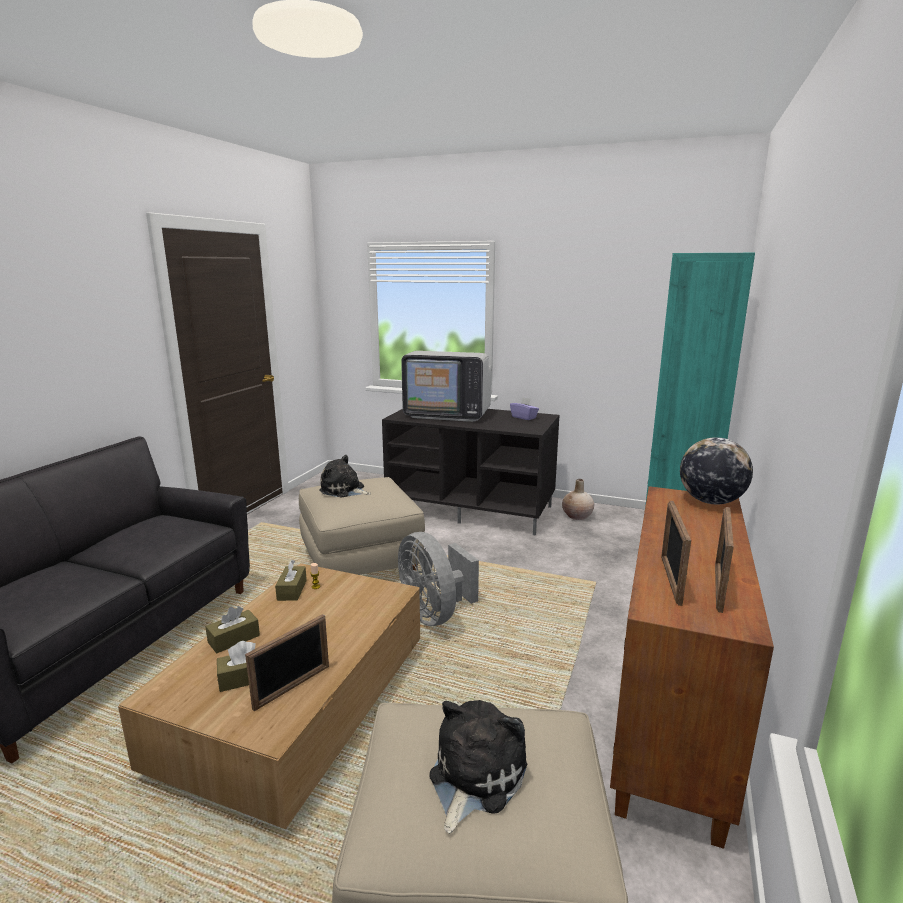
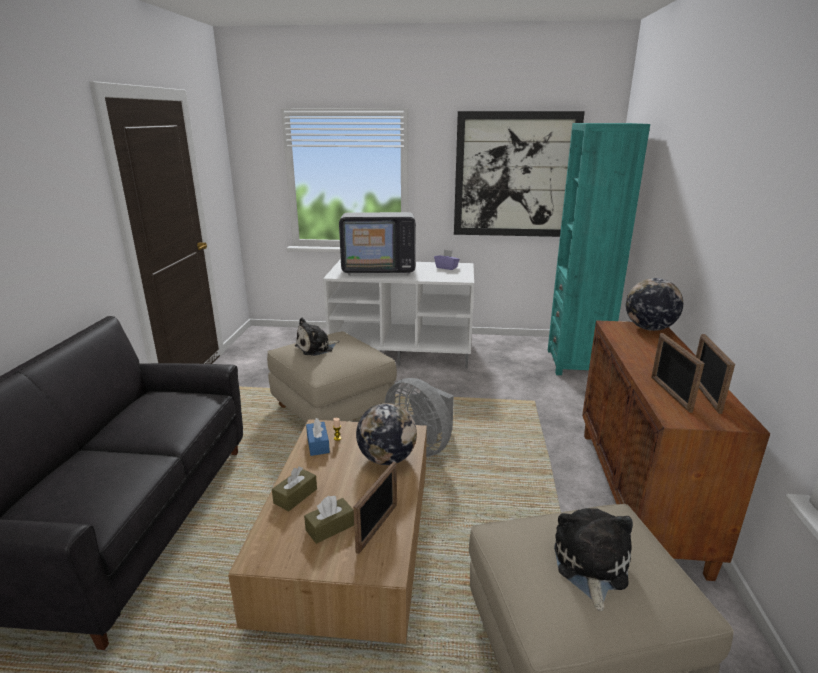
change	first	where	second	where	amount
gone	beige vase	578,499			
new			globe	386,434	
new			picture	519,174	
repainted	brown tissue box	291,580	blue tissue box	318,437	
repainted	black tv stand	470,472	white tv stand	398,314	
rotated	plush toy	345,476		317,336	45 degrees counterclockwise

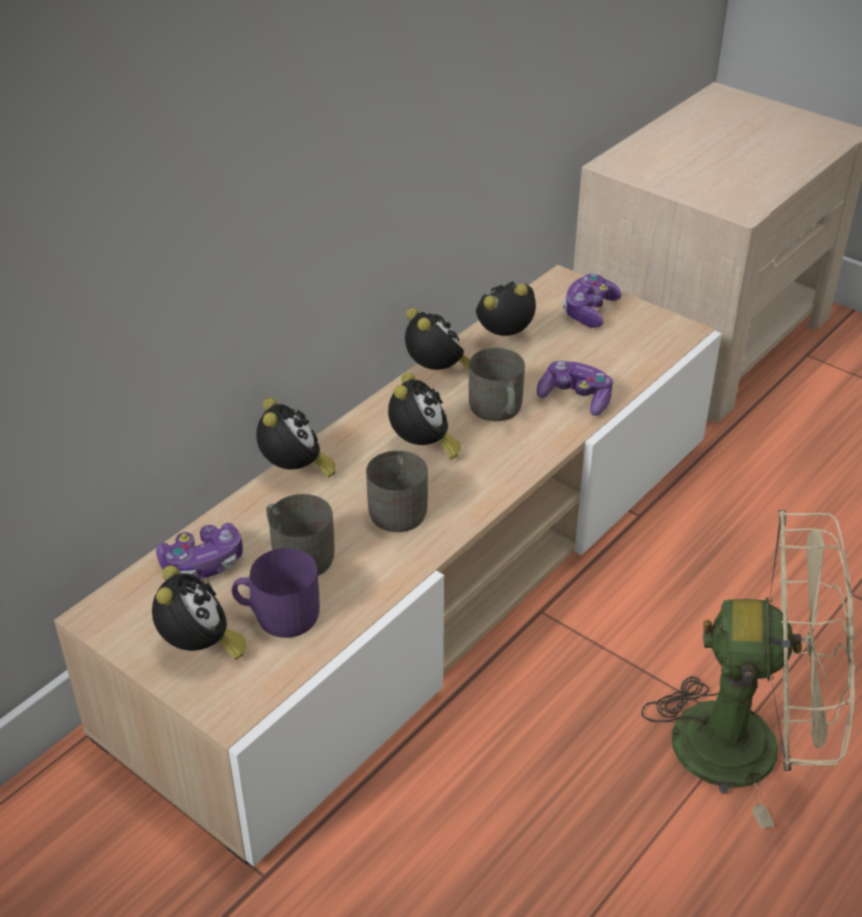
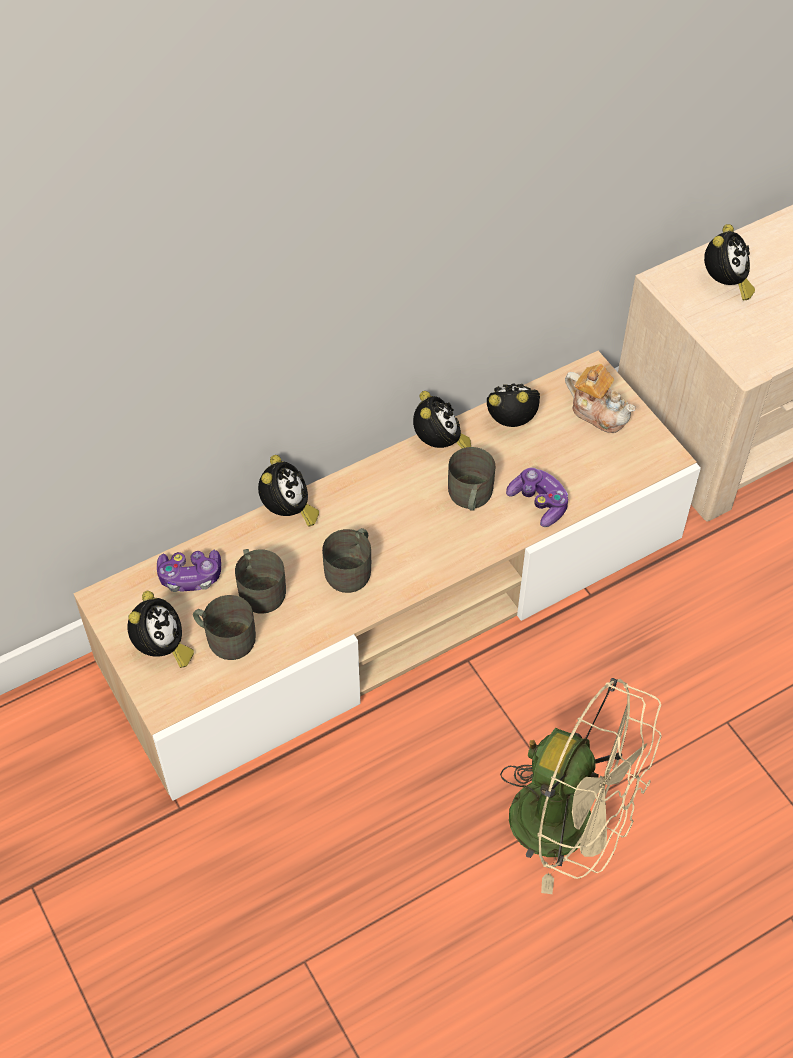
change	first	where	second	where	amount
shifted	alarm clock	424,415		729,262	
swapped	game controller	592,301	teapot	600,398	
repainted	purple mug	276,593	grey mug	224,627	

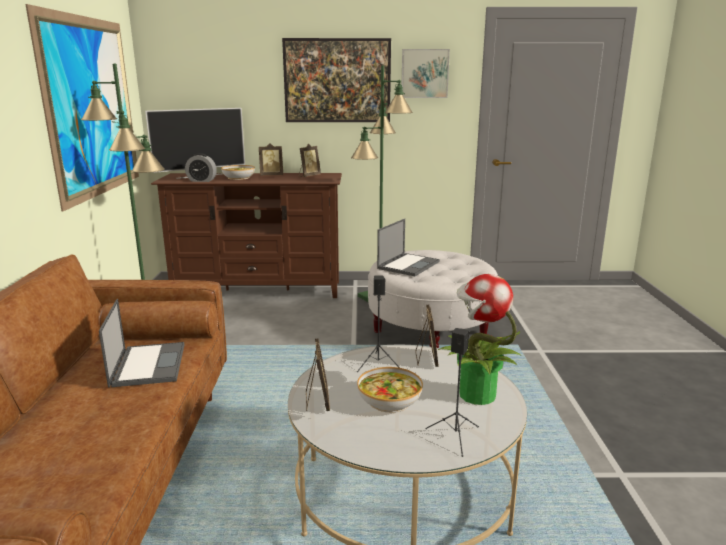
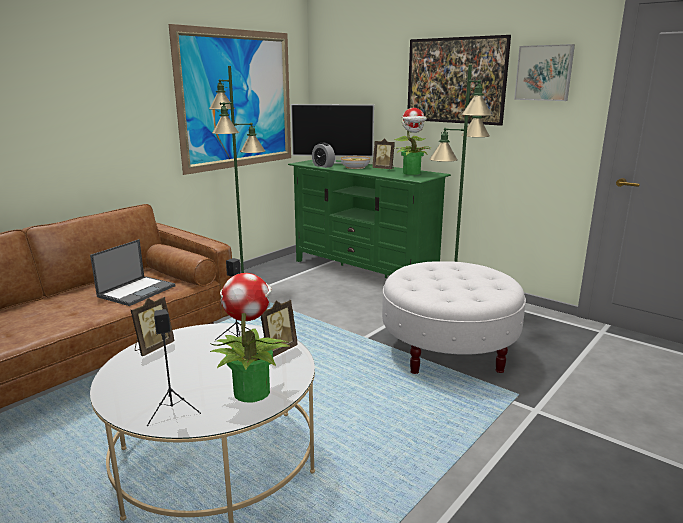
change	first	where	second	where	amount
gone	bowl	390,390			
gone	laptop	408,247			
swapped	picture frame	310,160	potted plant	412,141	
repainted	brown tv stand	246,235	green tv stand	369,219	

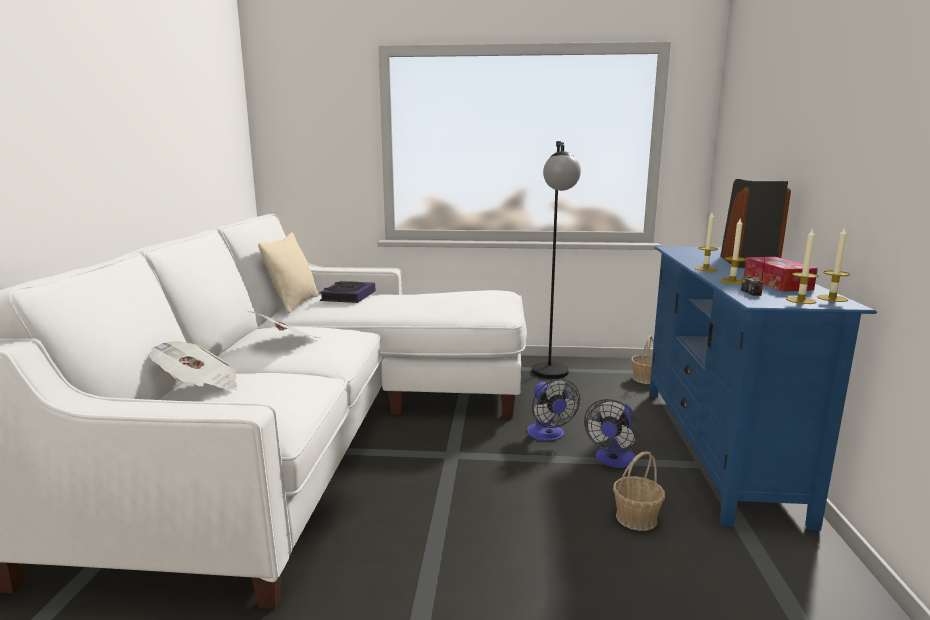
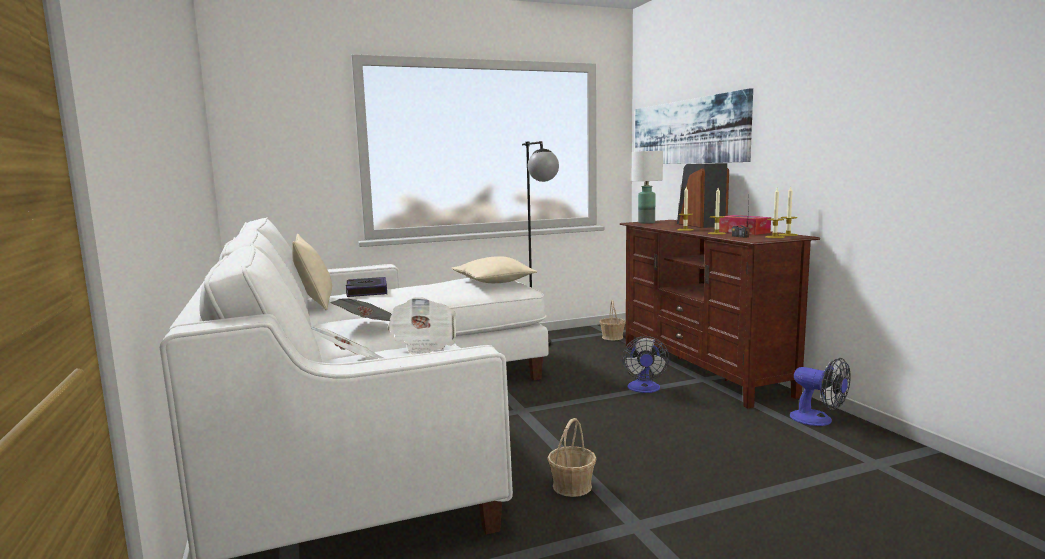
change	first	where	second	where	amount
new			newspaper	422,326	
new			beige pillow	494,269	
new			white table lamp	647,187	
new			picture	694,126	
shifted	fan	553,410		820,392	
shifted	basket	639,491		572,457	
repainted	blue tv stand	763,389	brown tv stand	720,314	

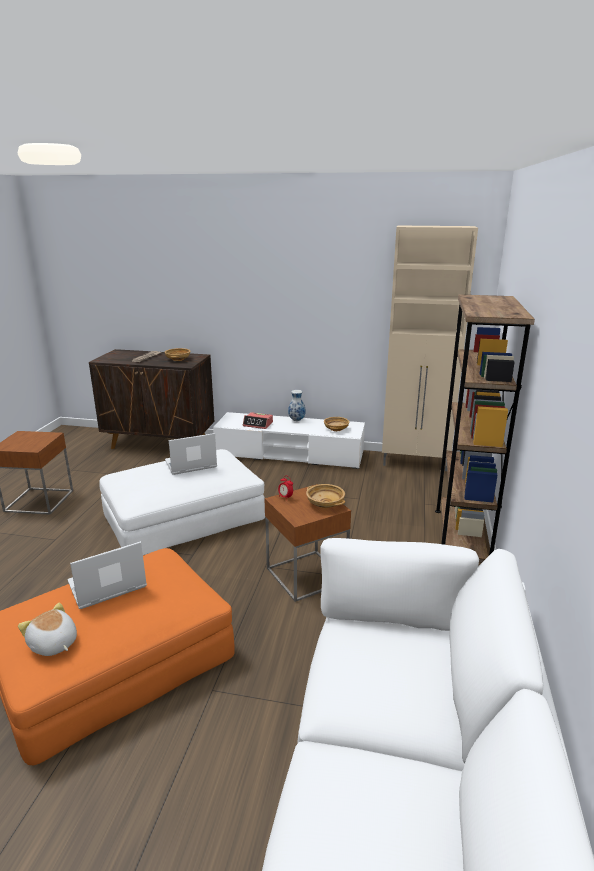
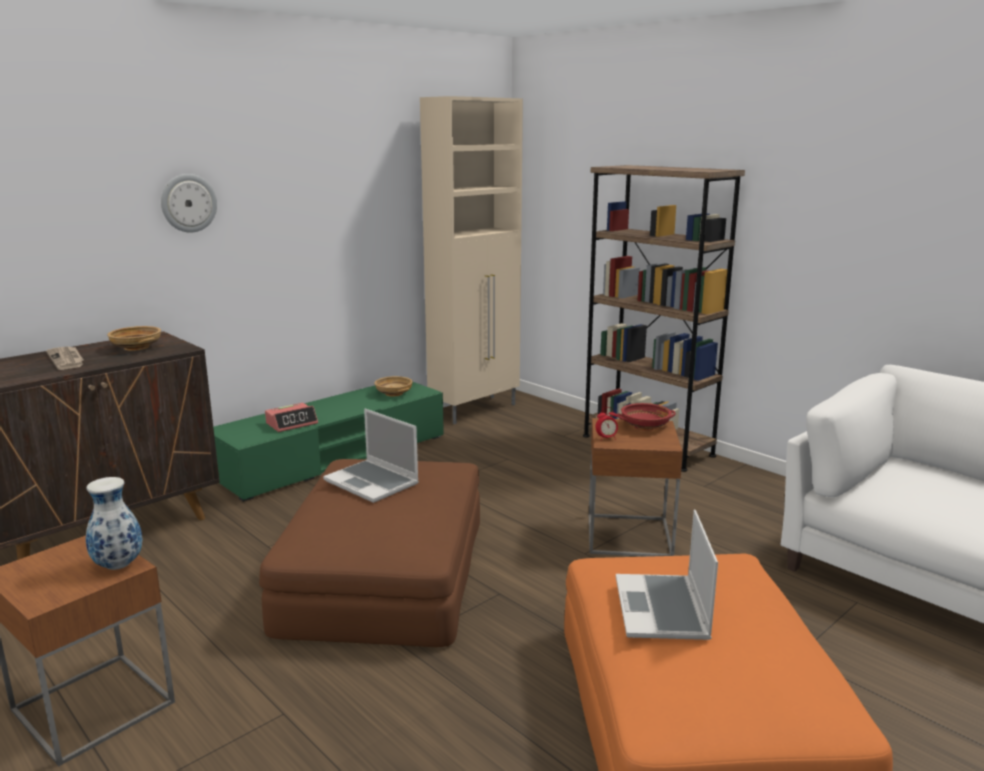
change	first	where	second	where	amount
gone	plush toy	47,629			
new			wall clock	189,203	
shifted	vase	296,405		114,523	
repainted	white ottoman	182,502	brown ottoman	369,553	
repainted	white tv stand	289,440	green tv stand	328,442	
repainted	beige bowl	325,496	red bowl	646,417	
rotated	laptop	191,454		371,456	60 degrees counterclockwise

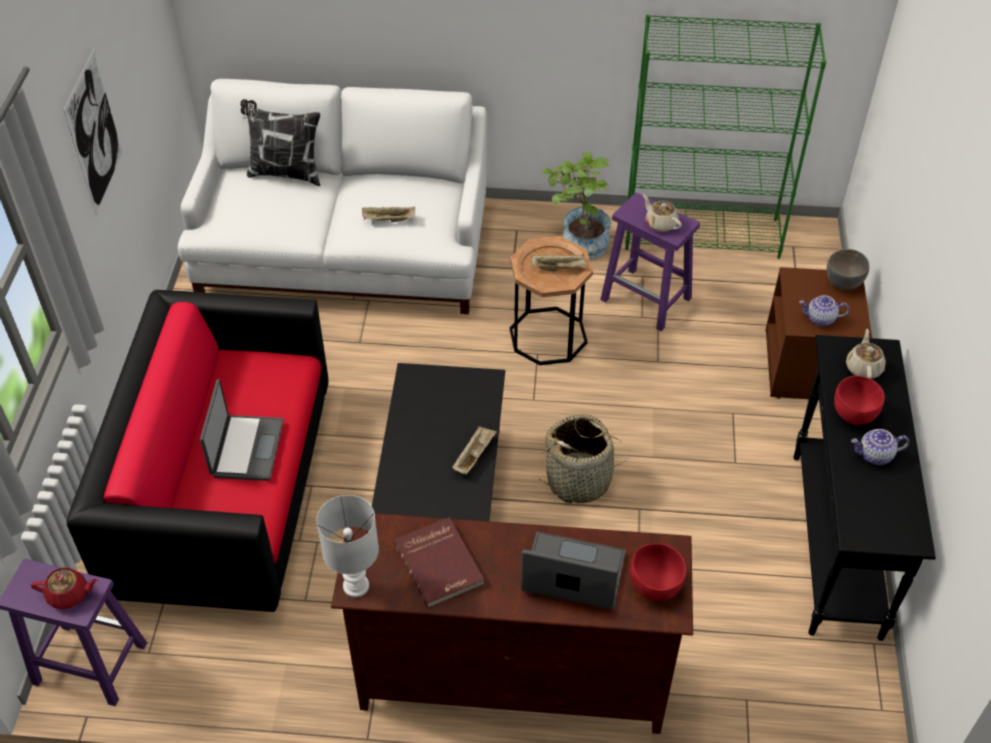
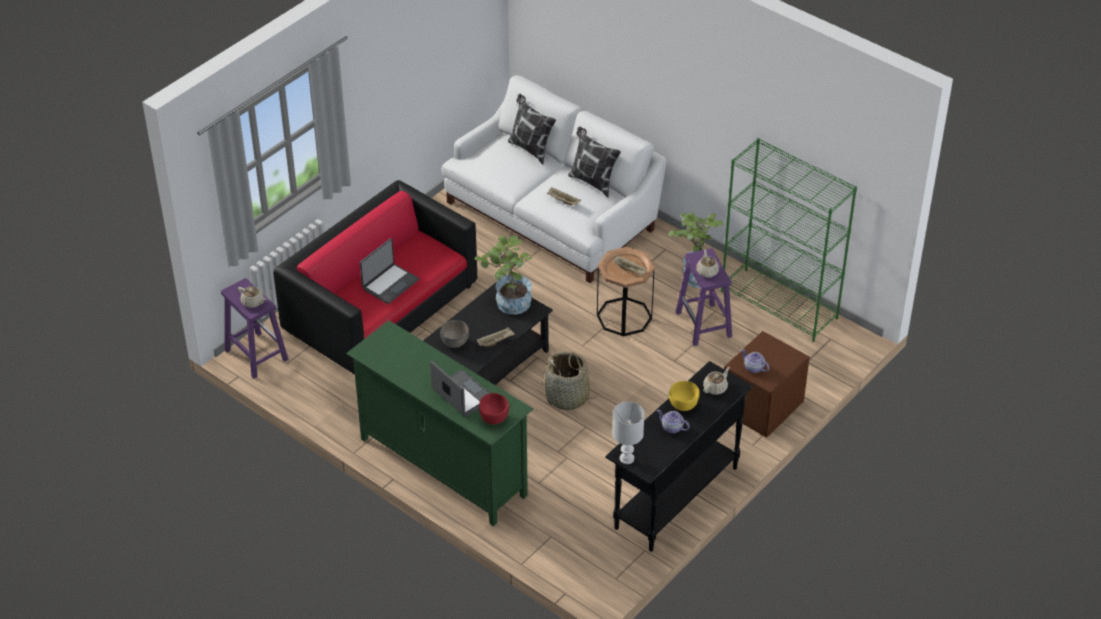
change	first	where	second	where	amount
gone	picture	93,132			
gone	red book	439,562			
new			potted plant	503,275	
new			pillow	594,162	
shifted	white table lamp	348,546		628,433	
shifted	grey bowl	848,269		454,334	
repainted	red teapot	64,588	beige teapot	252,297	
repainted	brown tv stand	512,623	green tv stand	439,423	
repainted	red bowl	859,400	yellow bowl	684,396	

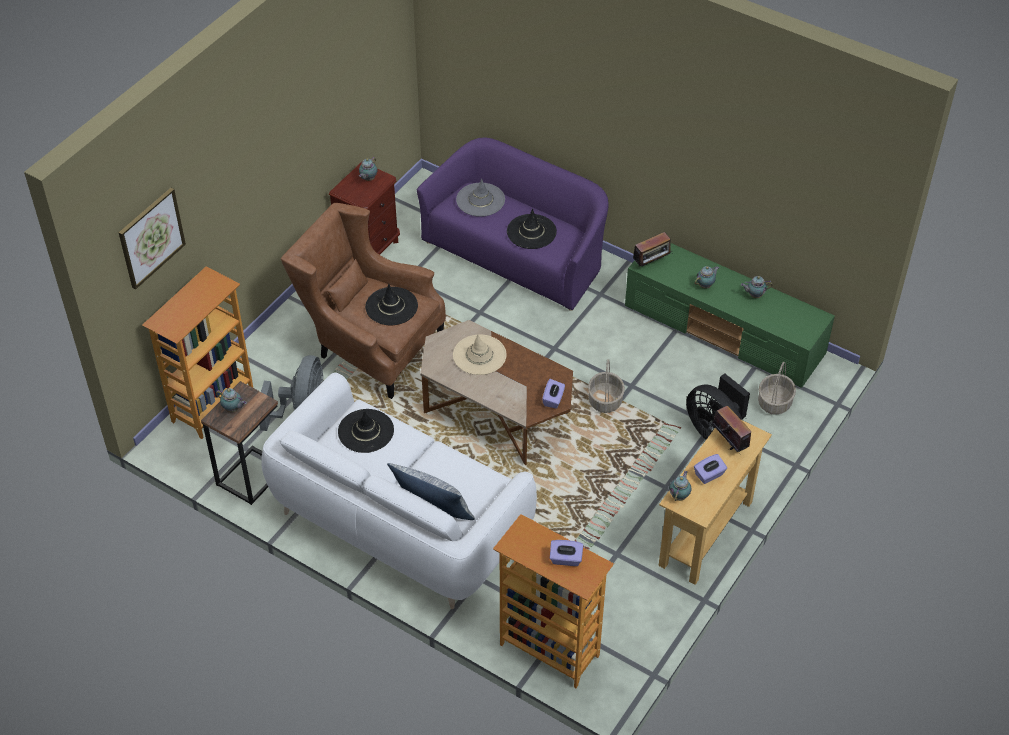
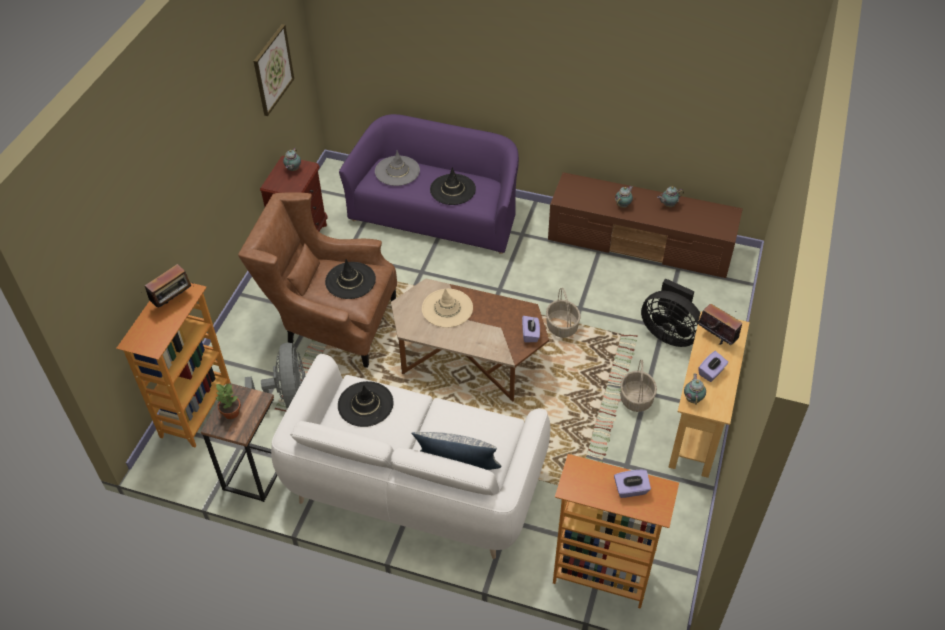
change	first	where	second	where	amount
shifted	picture	152,238		274,70	
shifted	radio	653,249		169,285	
shifted	basket	777,388		638,386	
swapped	teapot	231,400	potted plant	228,401	
repainted	green tv stand	730,315	brown tv stand	645,225	

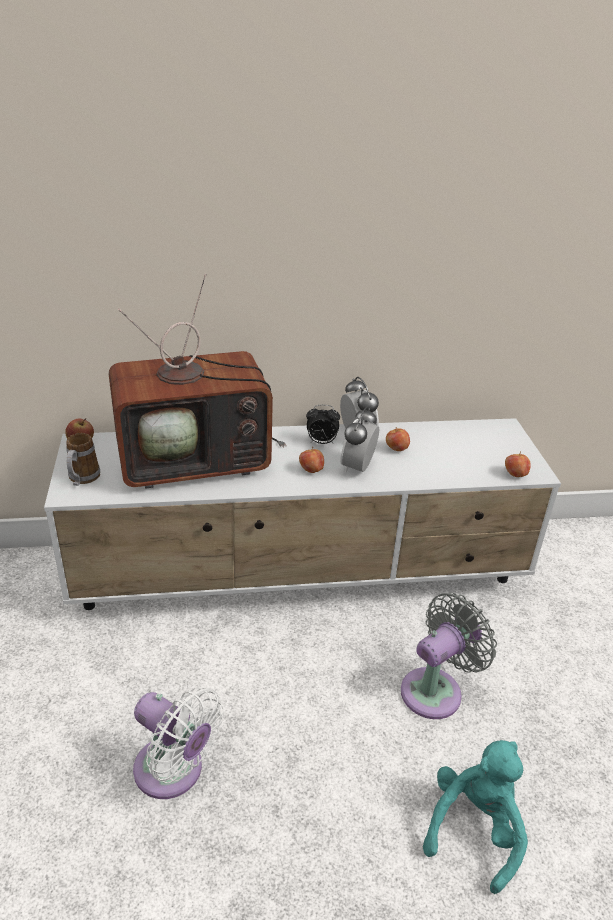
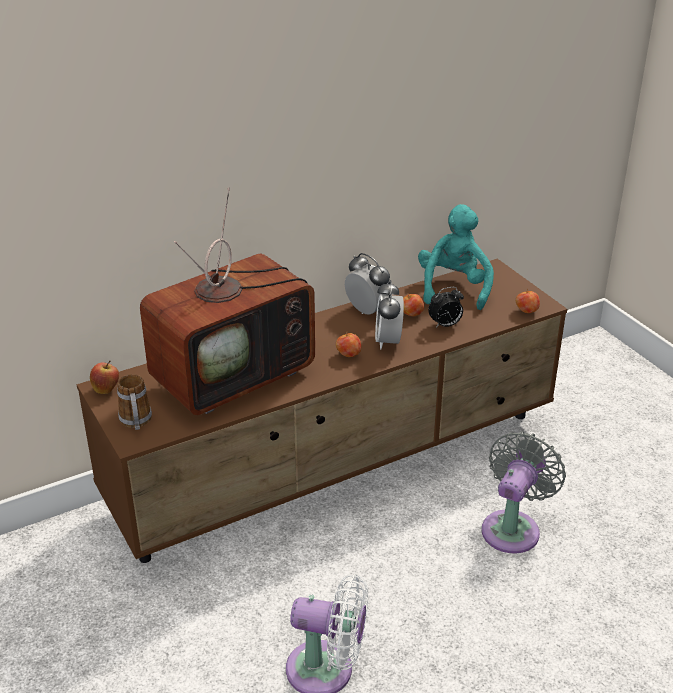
change	first	where	second	where	amount
shifted	alarm clock	323,424		446,307	
shifted	turquoise plush toy	475,817		456,257	
repainted	white tv stand	302,514	brown tv stand	322,411	

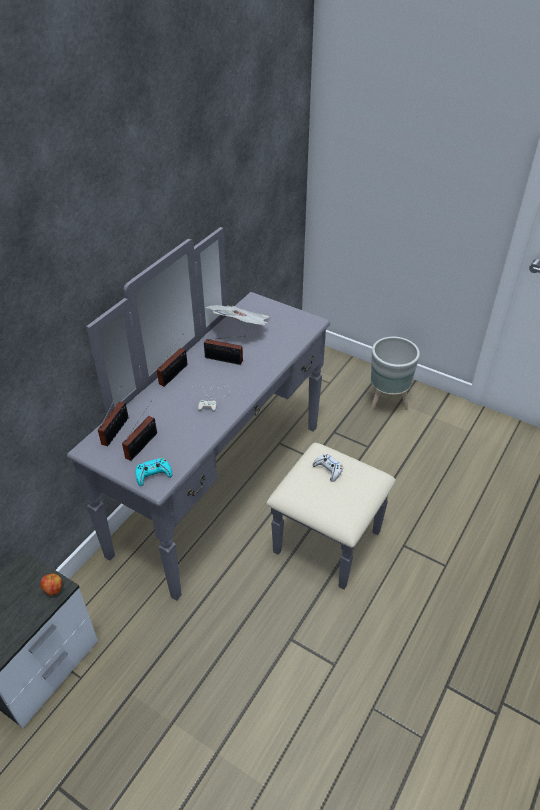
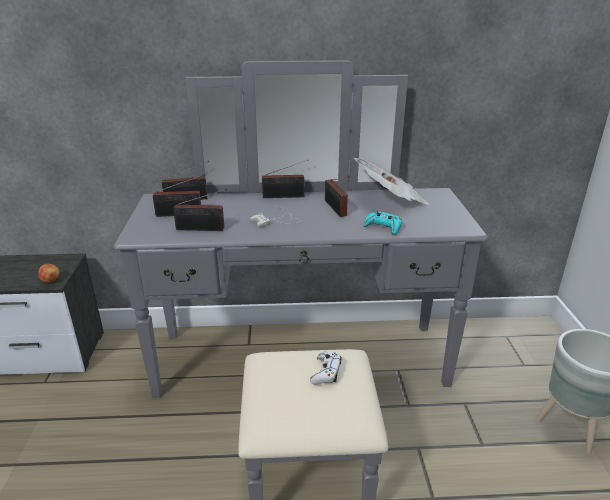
change	first	where	second	where	amount
new			radio	200,210	
shifted	turquoise game controller	153,472		382,223	

